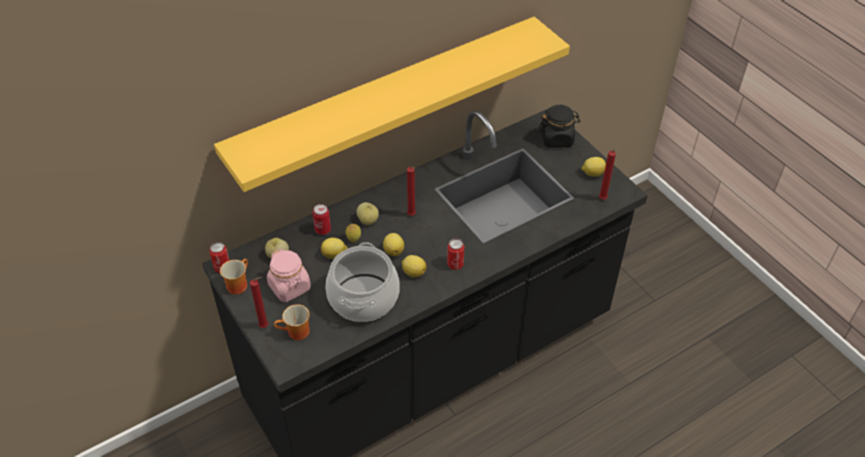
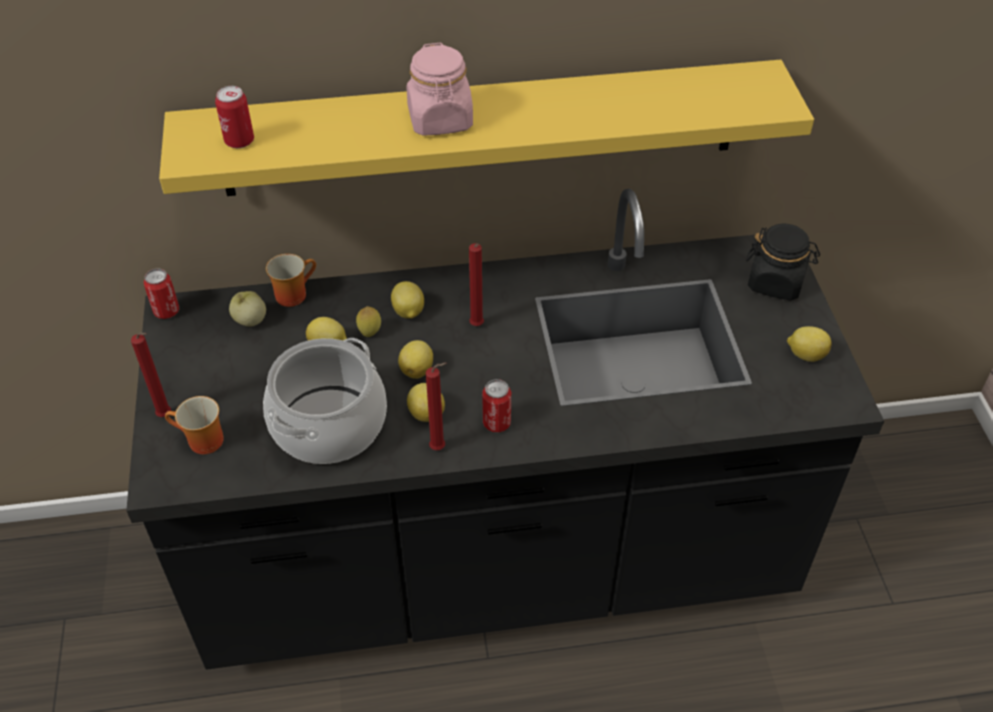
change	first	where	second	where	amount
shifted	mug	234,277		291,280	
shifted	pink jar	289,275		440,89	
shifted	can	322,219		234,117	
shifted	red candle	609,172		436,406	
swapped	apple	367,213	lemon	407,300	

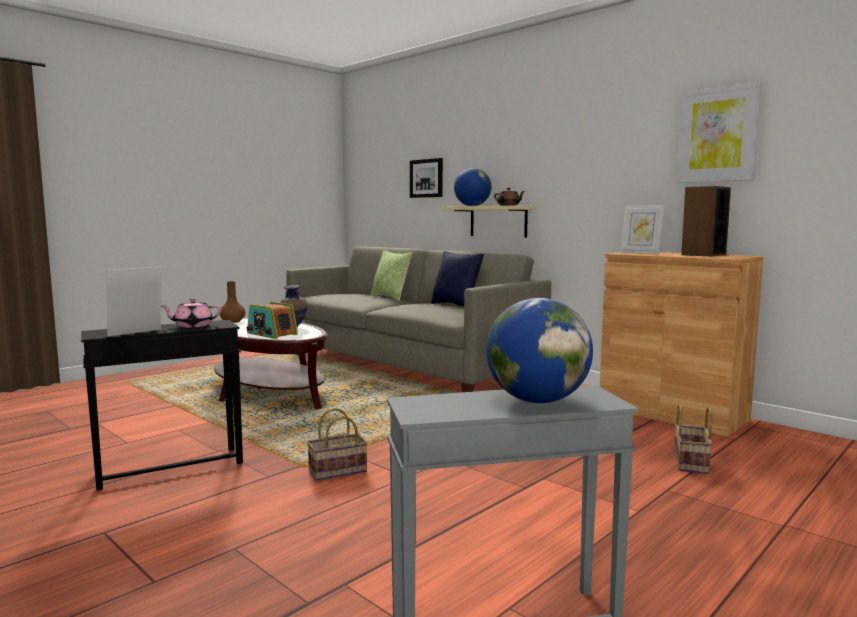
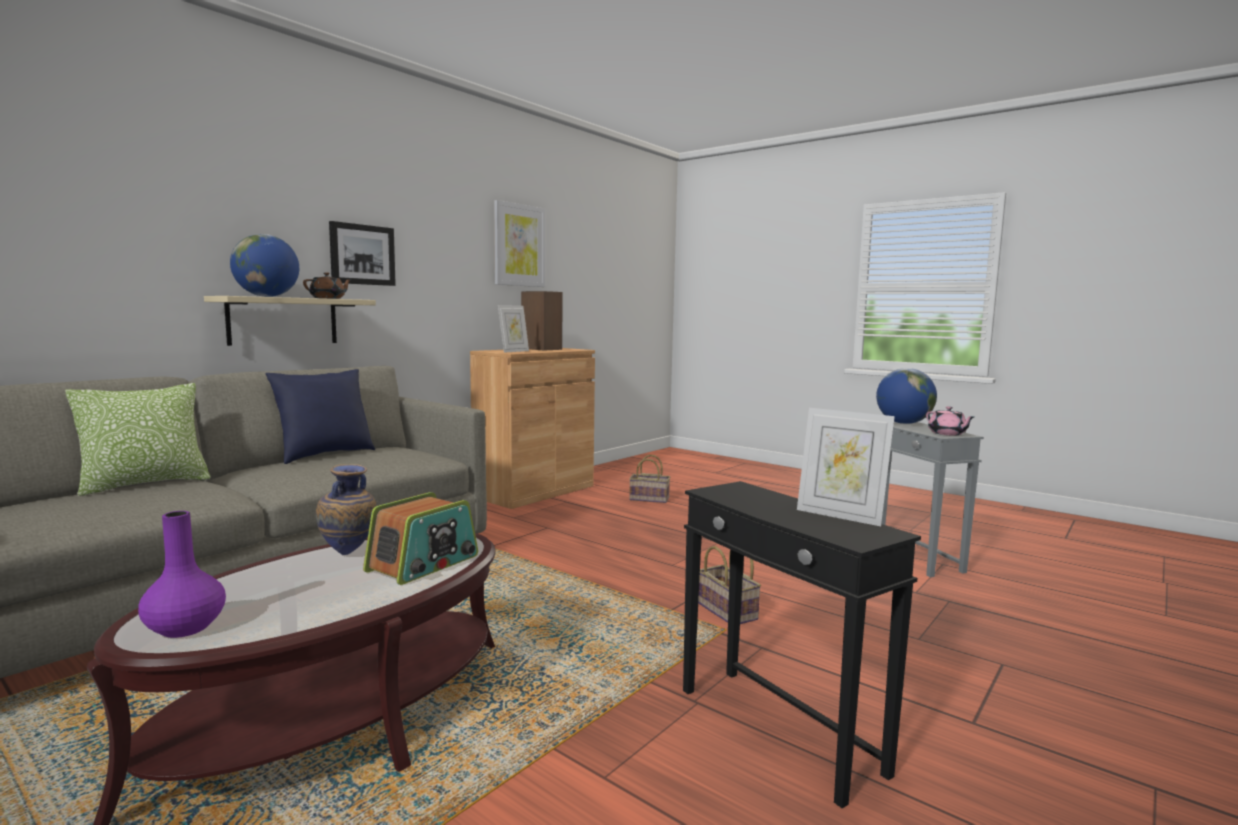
change	first	where	second	where	amount
shifted	pink teapot	191,313		950,421	
shifted	picture	426,178		362,253	
repainted	brown vase	232,302	purple vase	182,574	

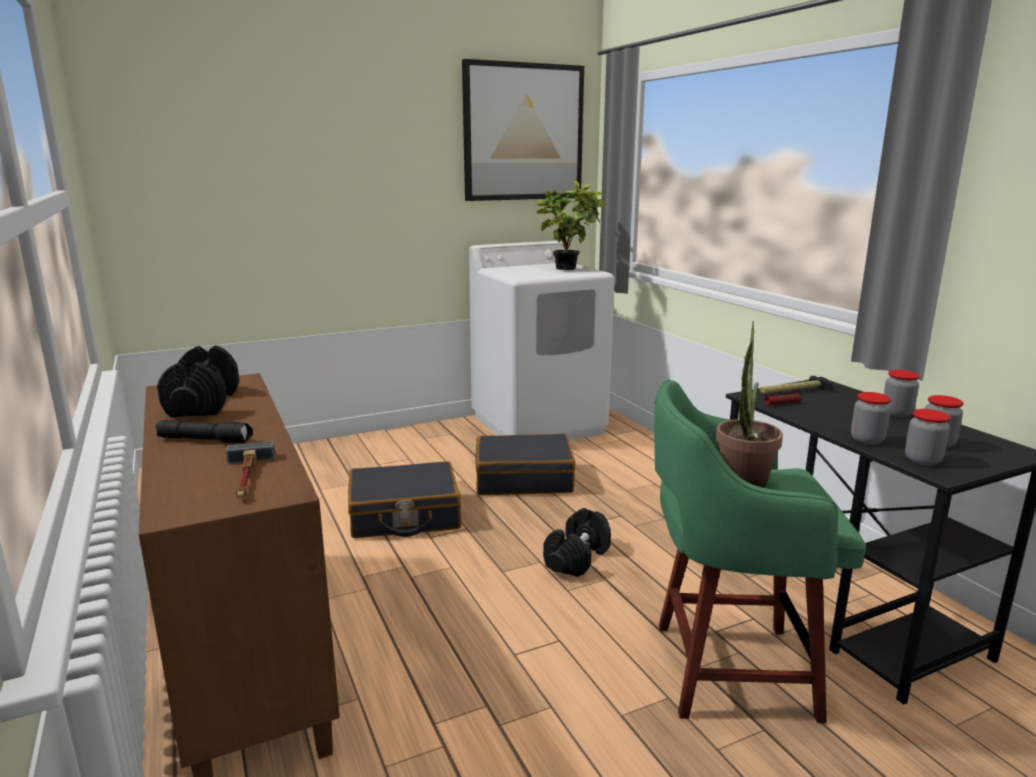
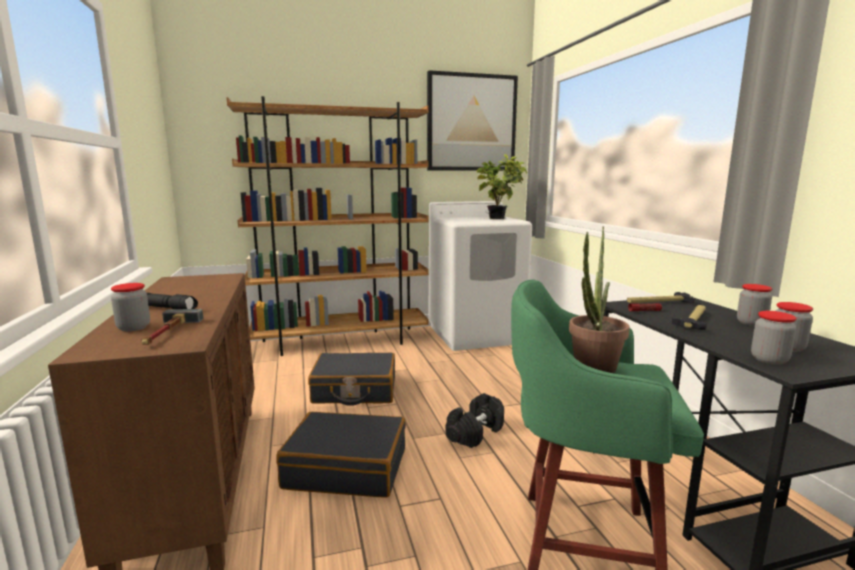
change	first	where	second	where	amount
gone	black dumbbell	198,381			
new			brown bookcase	327,226	
new			hammer	689,317	
shifted	black suitcase	525,464		341,455	
shifted	jar	871,418		130,307	

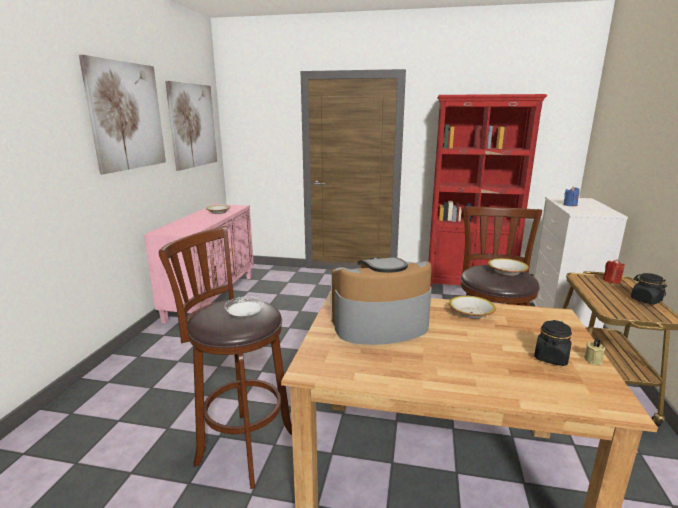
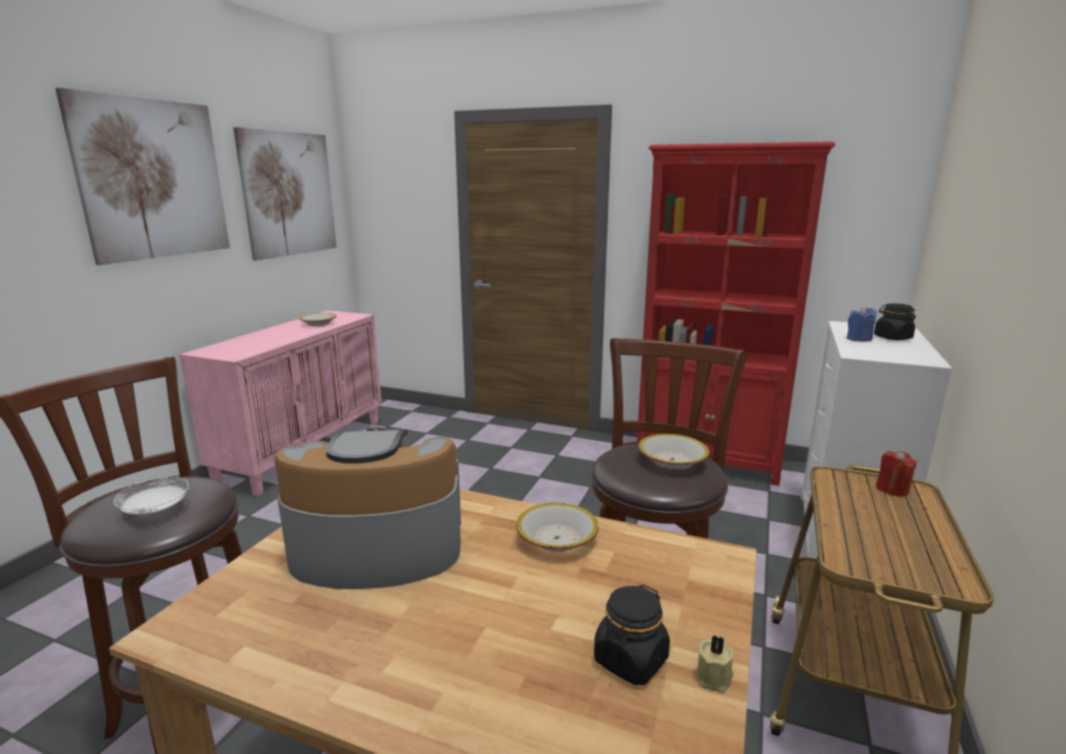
change	first	where	second	where	amount
shifted	black jar	649,288		895,321	

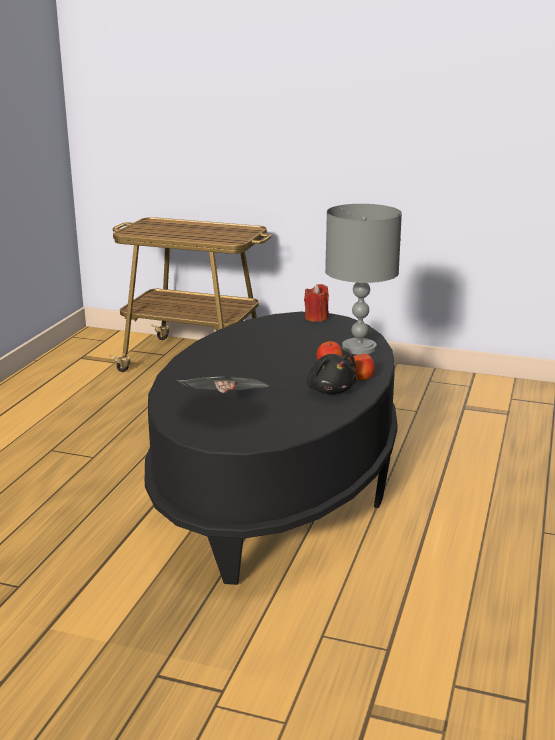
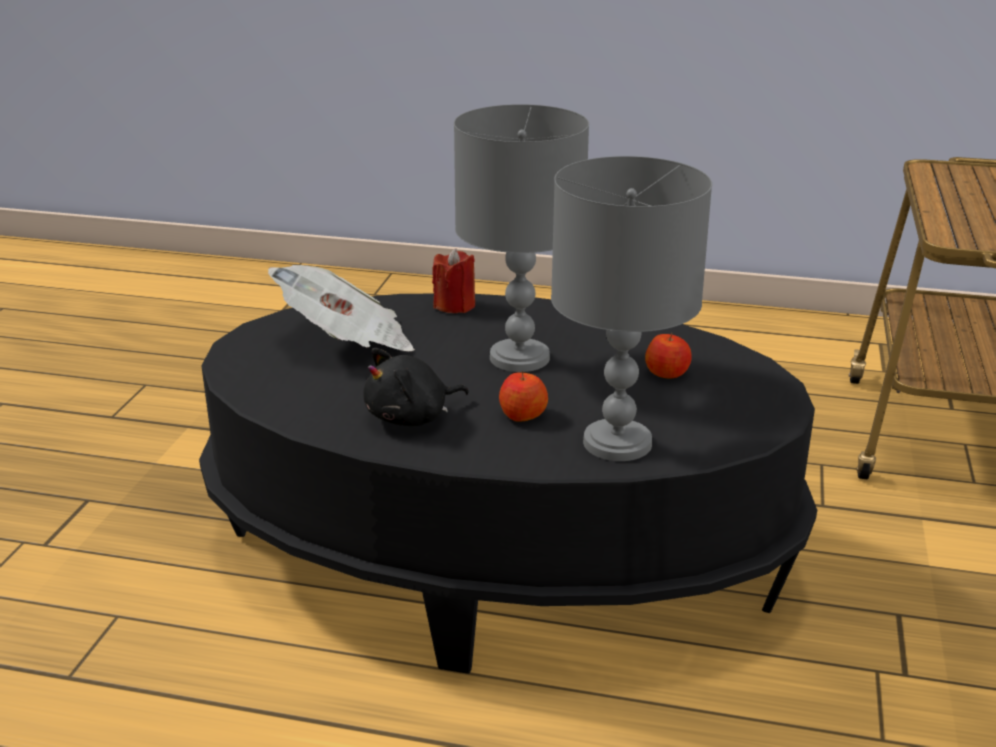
change	first	where	second	where	amount
new			grey table lamp	521,238	
shifted	red candle	316,303		453,280	
shifted	apple	364,366		668,355	

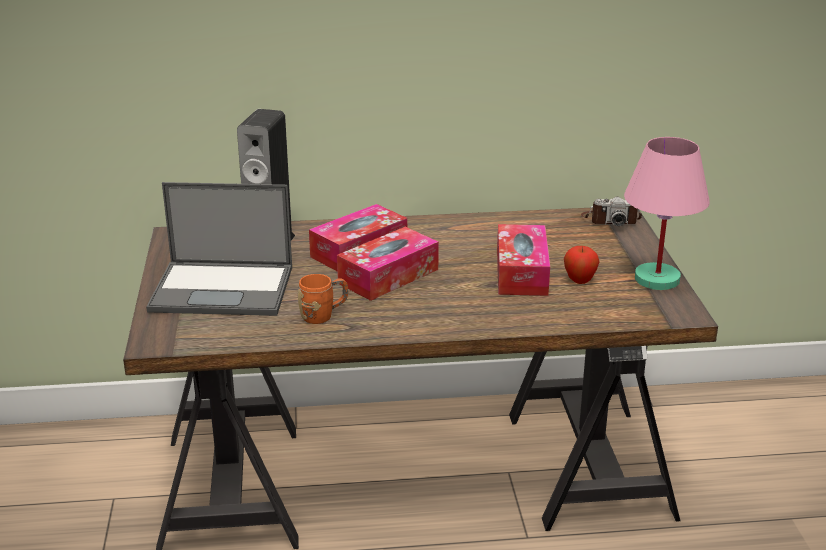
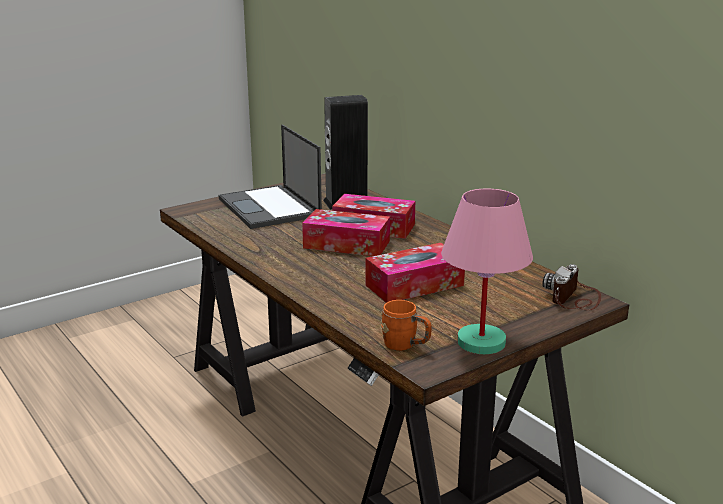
change	first	where	second	where	amount
gone	apple	582,265			
shifted	orange mug	322,299		406,325	
rotated	photo camera	611,211		571,287	60 degrees clockwise

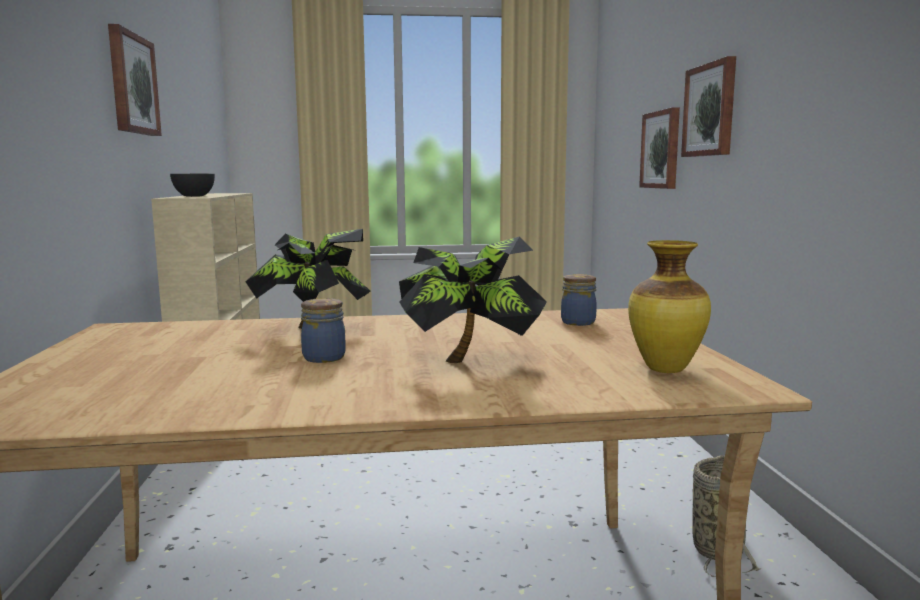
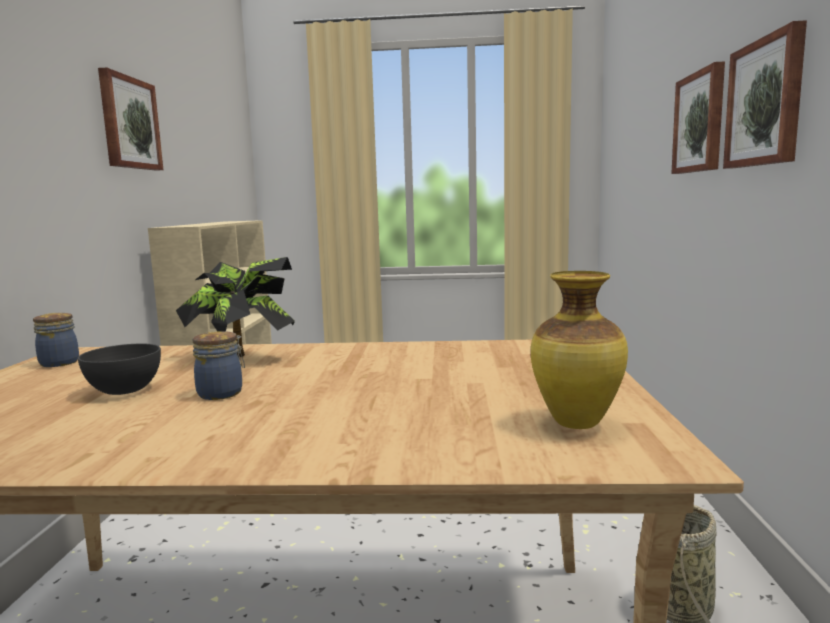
change	first	where	second	where	amount
gone	potted plant	473,299			
shifted	grey bowl	192,185		119,369	
shifted	jar	579,300		56,340	
shifted	picture	659,148		765,94	

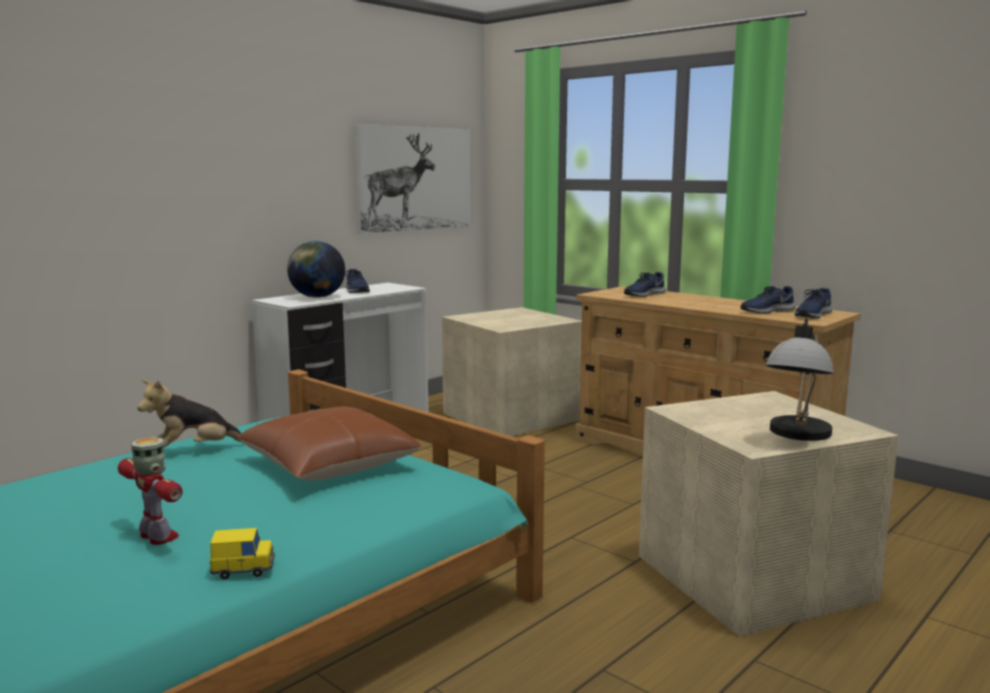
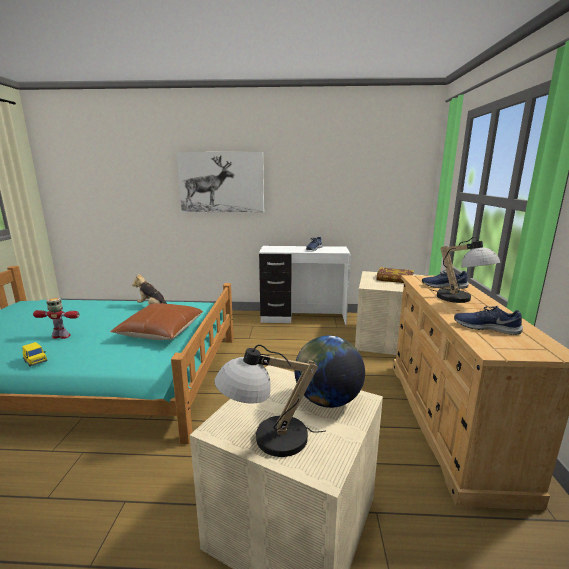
change	first	where	second	where	amount
gone	blue shoe	813,303			
new			book	395,275	
new			table lamp	466,270	
shifted	globe	316,269		329,372	
shifted	picture	411,179		220,182	
rotated	toy robot	150,491		56,318	90 degrees counterclockwise

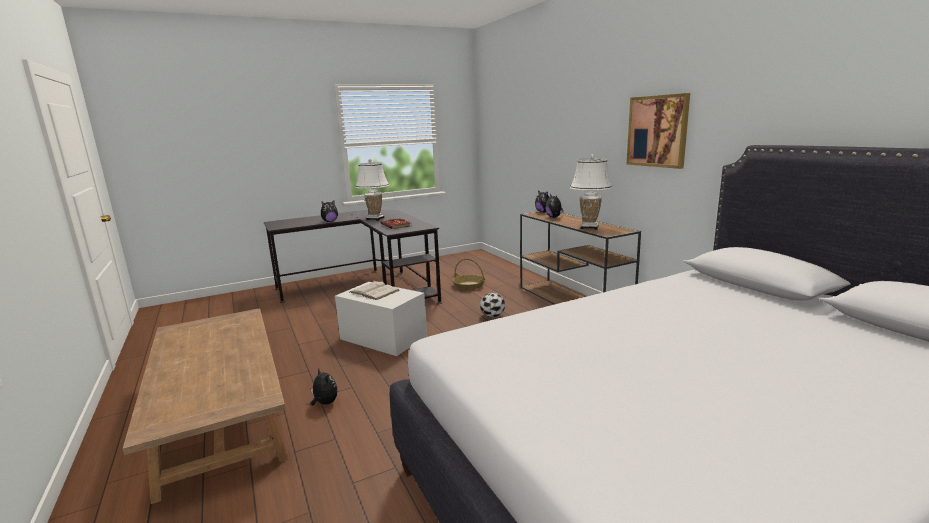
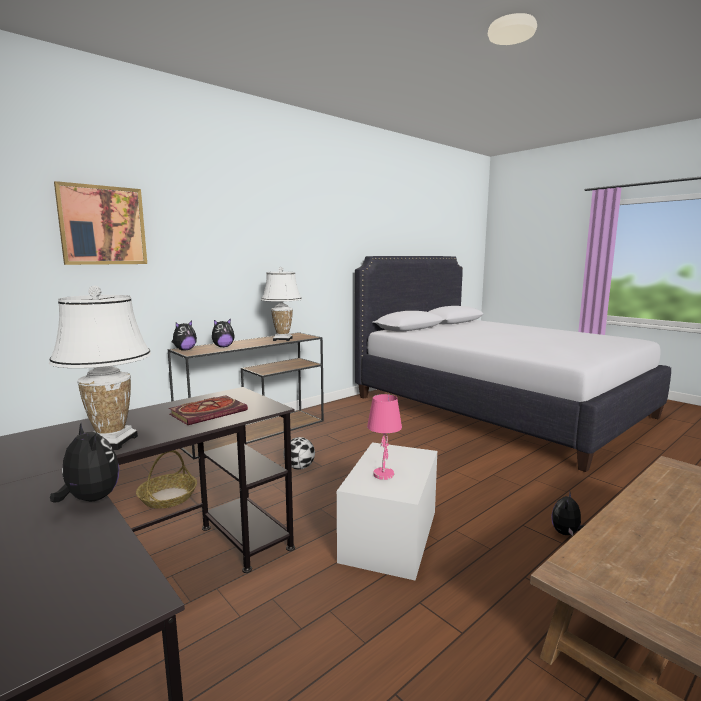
change	first	where	second	where	amount
shifted	picture	658,131		100,223	
swapped	white book	375,290	pink table lamp	384,437	

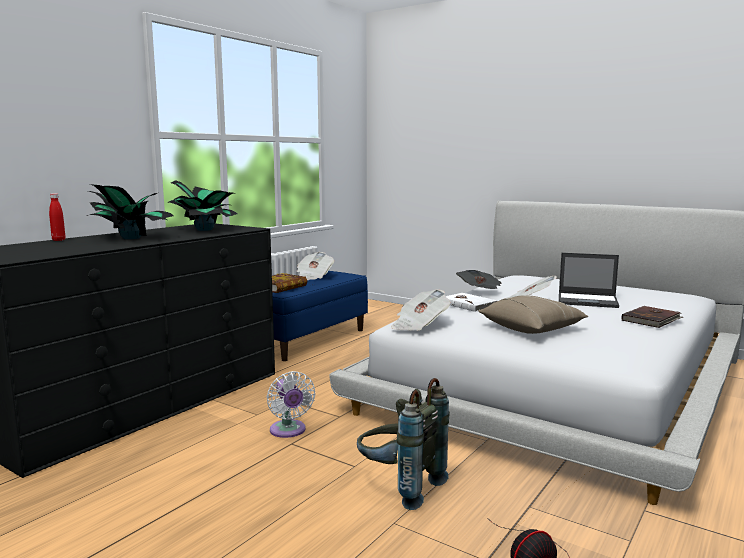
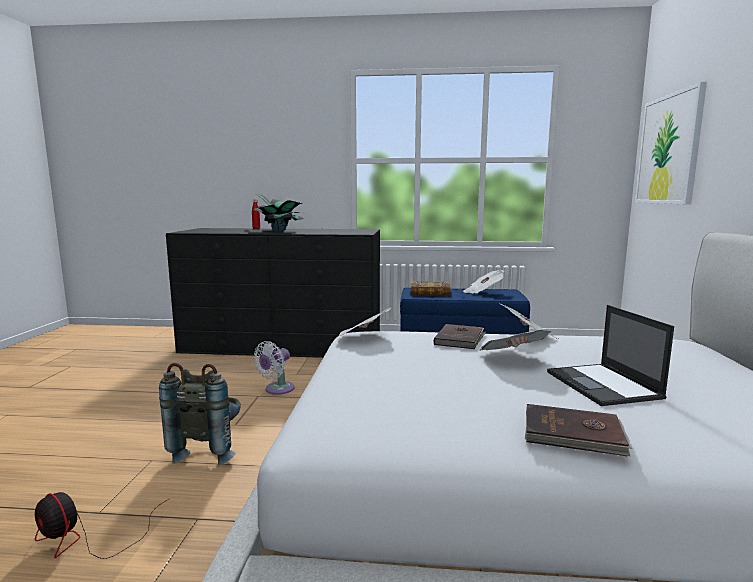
change	first	where	second	where	amount
gone	potted plant	202,205			
gone	beige pillow	533,314			
new			picture	671,143	
repainted	white book	471,302	brown book	460,336	

